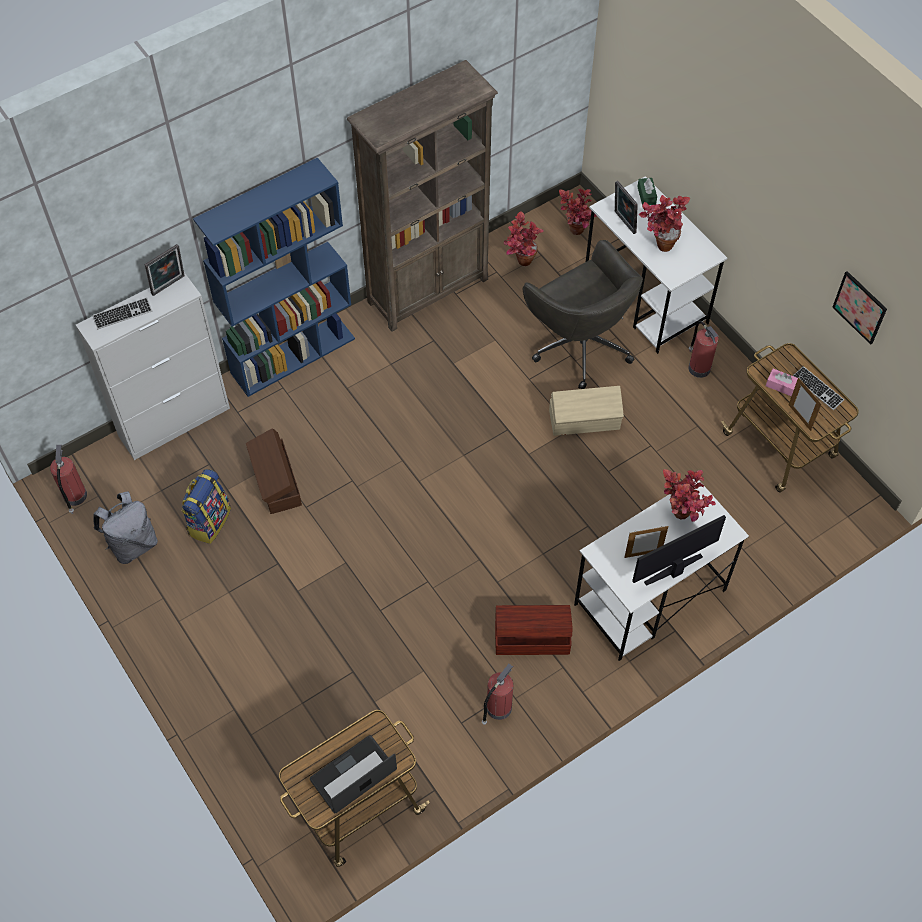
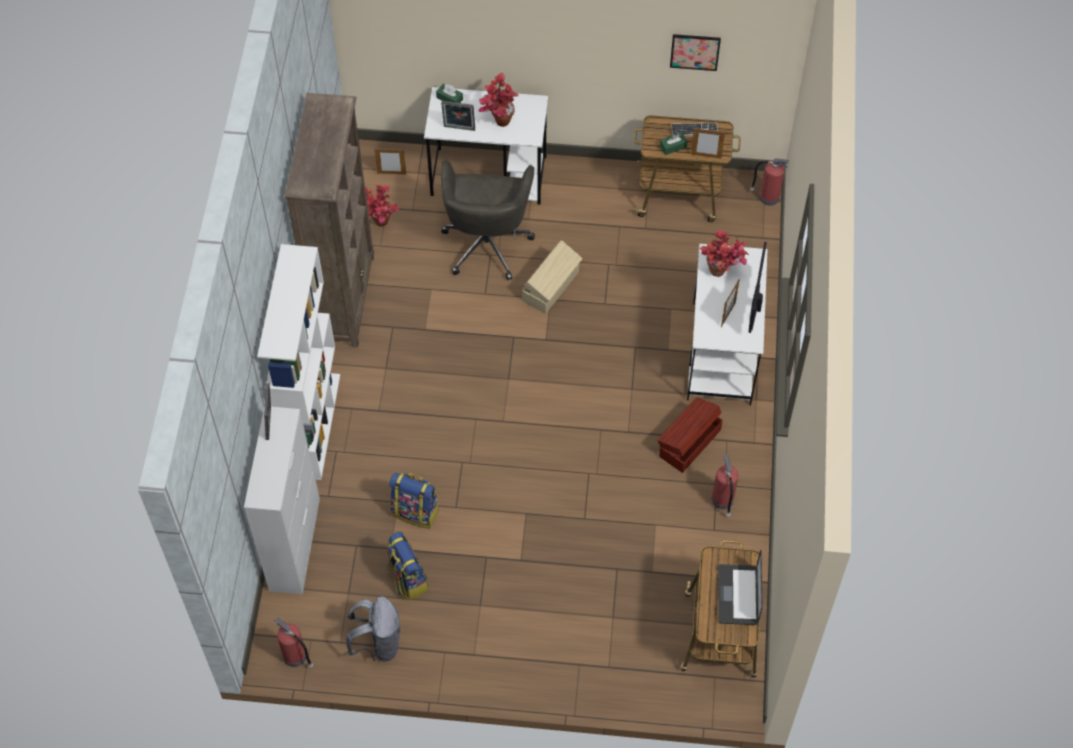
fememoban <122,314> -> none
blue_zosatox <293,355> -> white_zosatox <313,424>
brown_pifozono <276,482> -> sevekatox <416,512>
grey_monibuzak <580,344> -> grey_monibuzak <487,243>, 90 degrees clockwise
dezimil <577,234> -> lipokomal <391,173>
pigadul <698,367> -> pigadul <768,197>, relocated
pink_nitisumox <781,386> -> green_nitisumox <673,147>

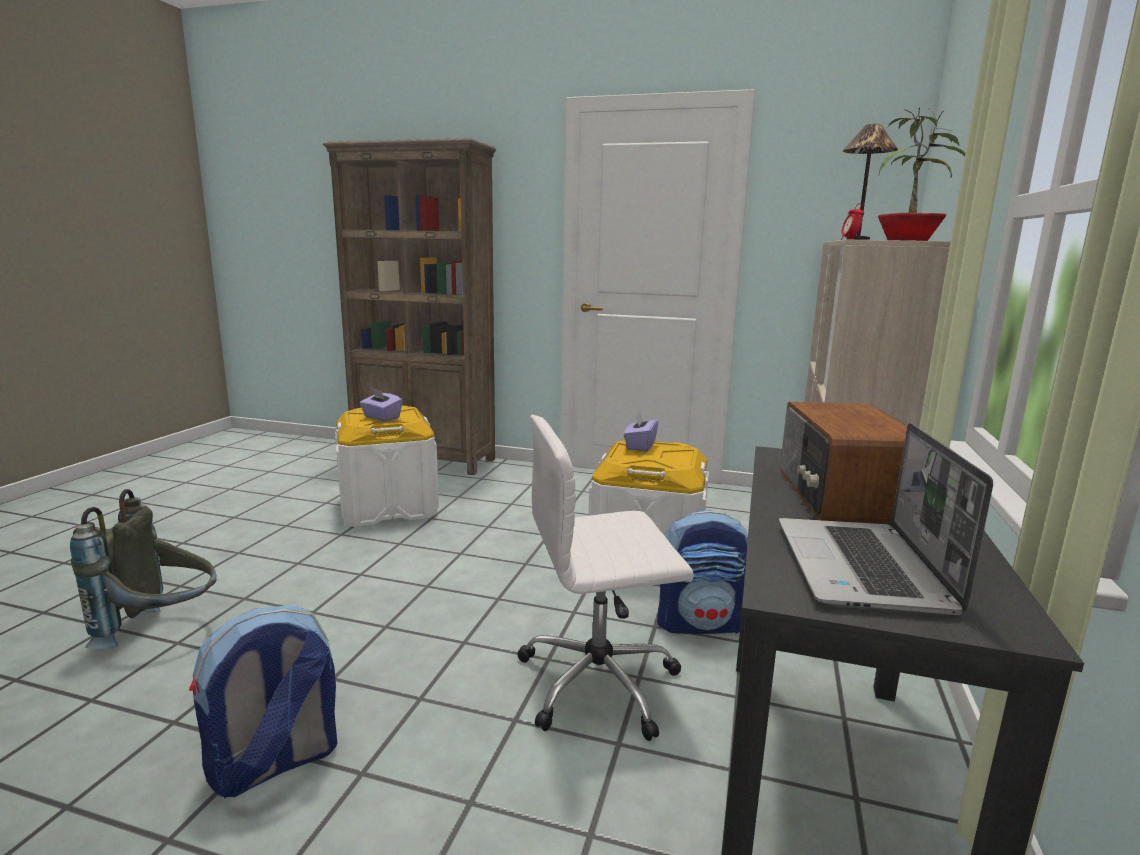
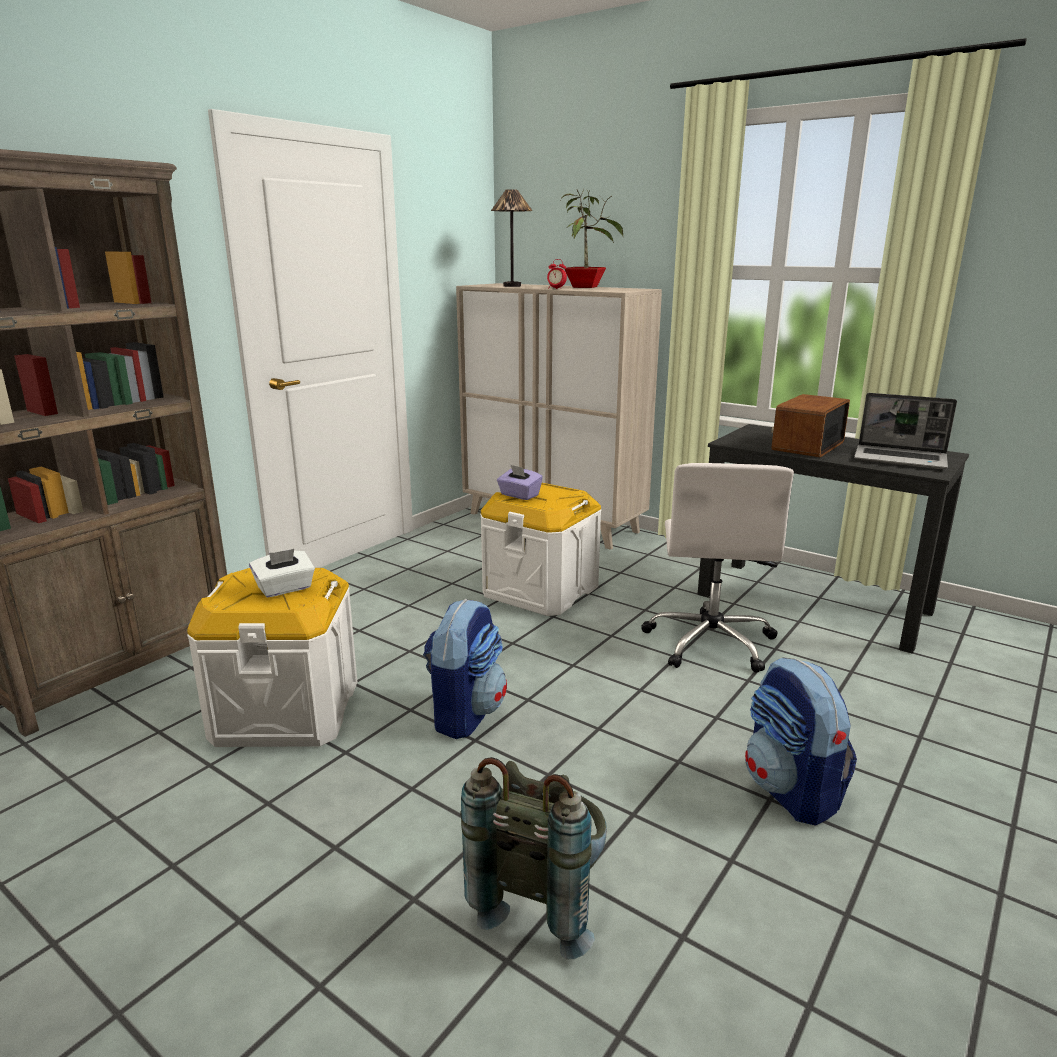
purple_nitisumox <381,417> -> white_nitisumox <285,589>
sevekatox <700,623> -> sevekatox <465,713>, relocated
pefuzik <838,496> -> pefuzik <806,446>, 105 degrees clockwise

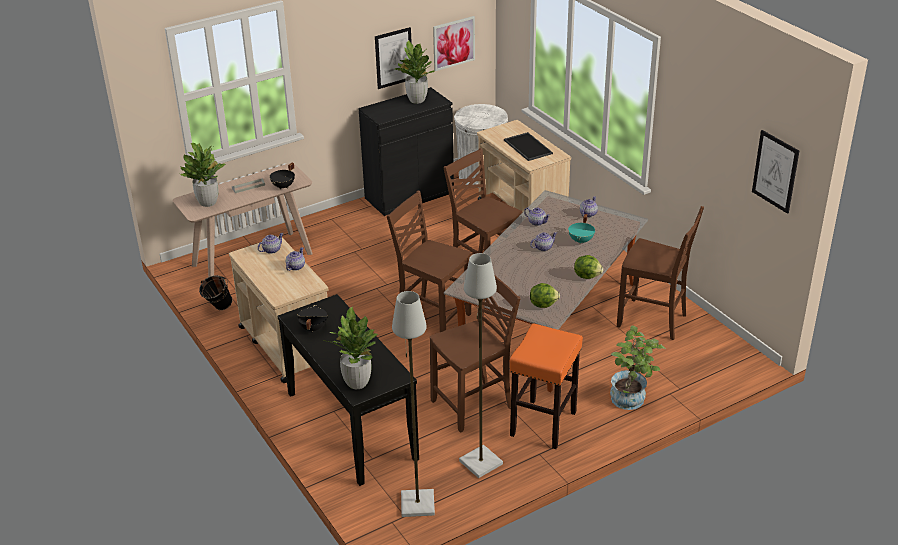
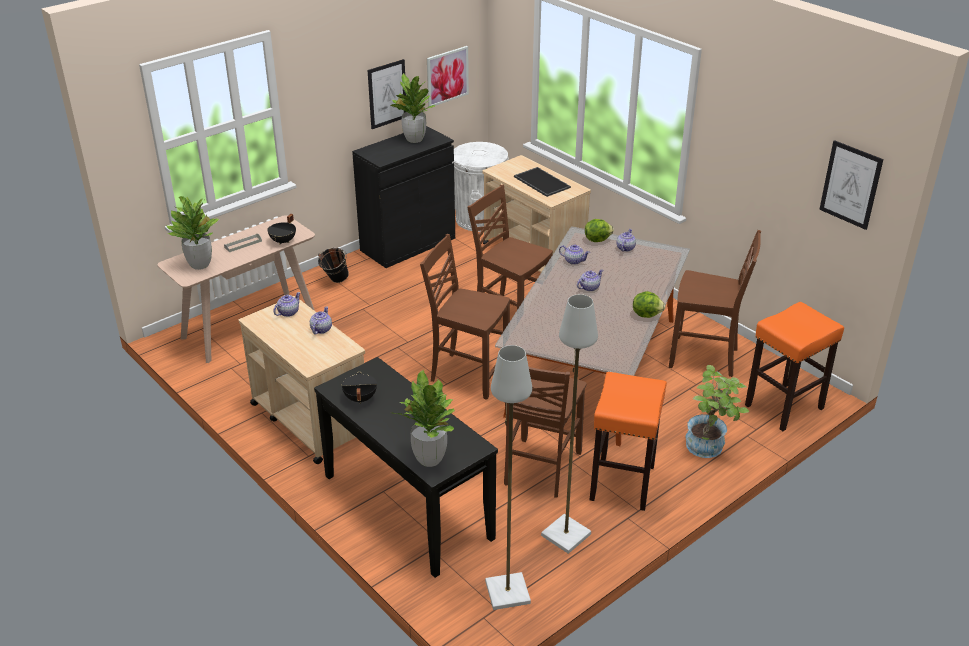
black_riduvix <218,308> -> black_riduvix <335,281>, relocated
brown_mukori <474,405> -> brown_mukori <540,469>, 150 degrees clockwise
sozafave <543,304> -> sozafave <597,239>, relocated
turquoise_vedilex <581,240> -> none
none -> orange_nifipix <783,407>

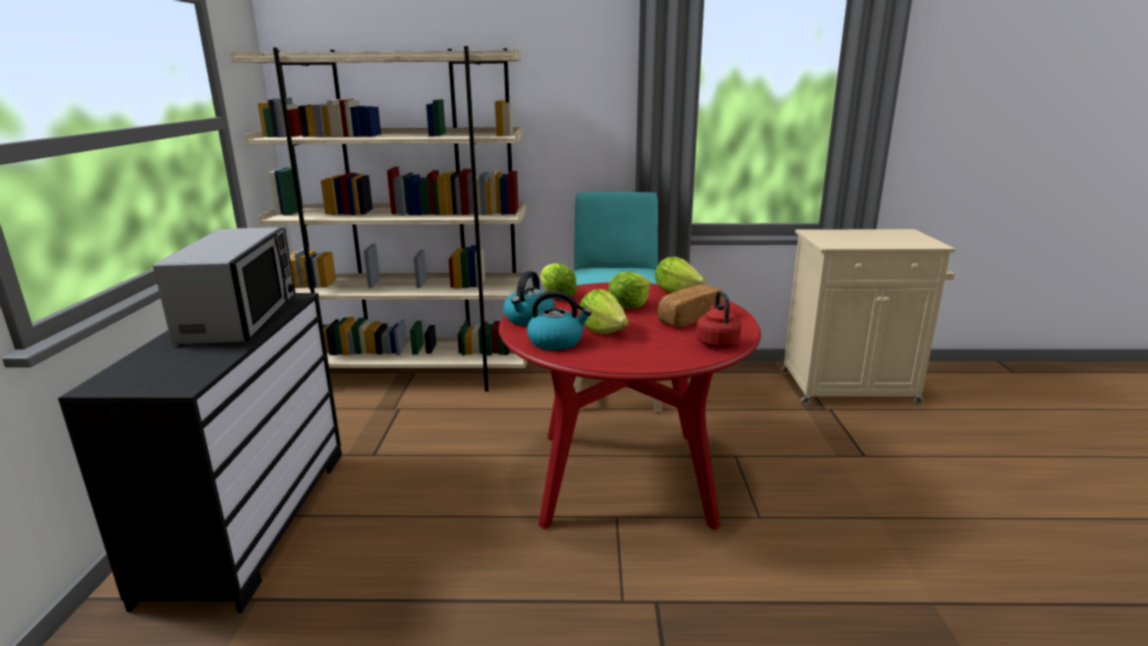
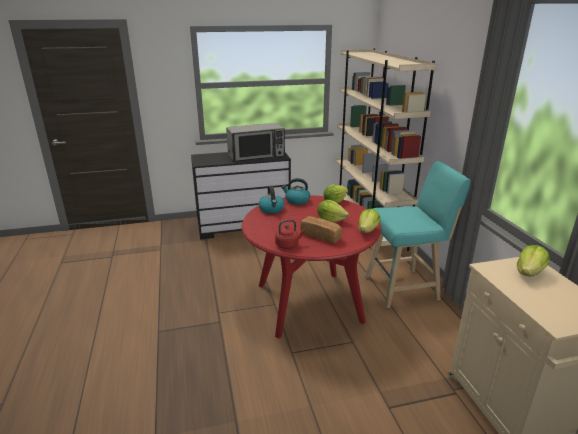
sozafave <603,330> -> sozafave <529,273>, relocated

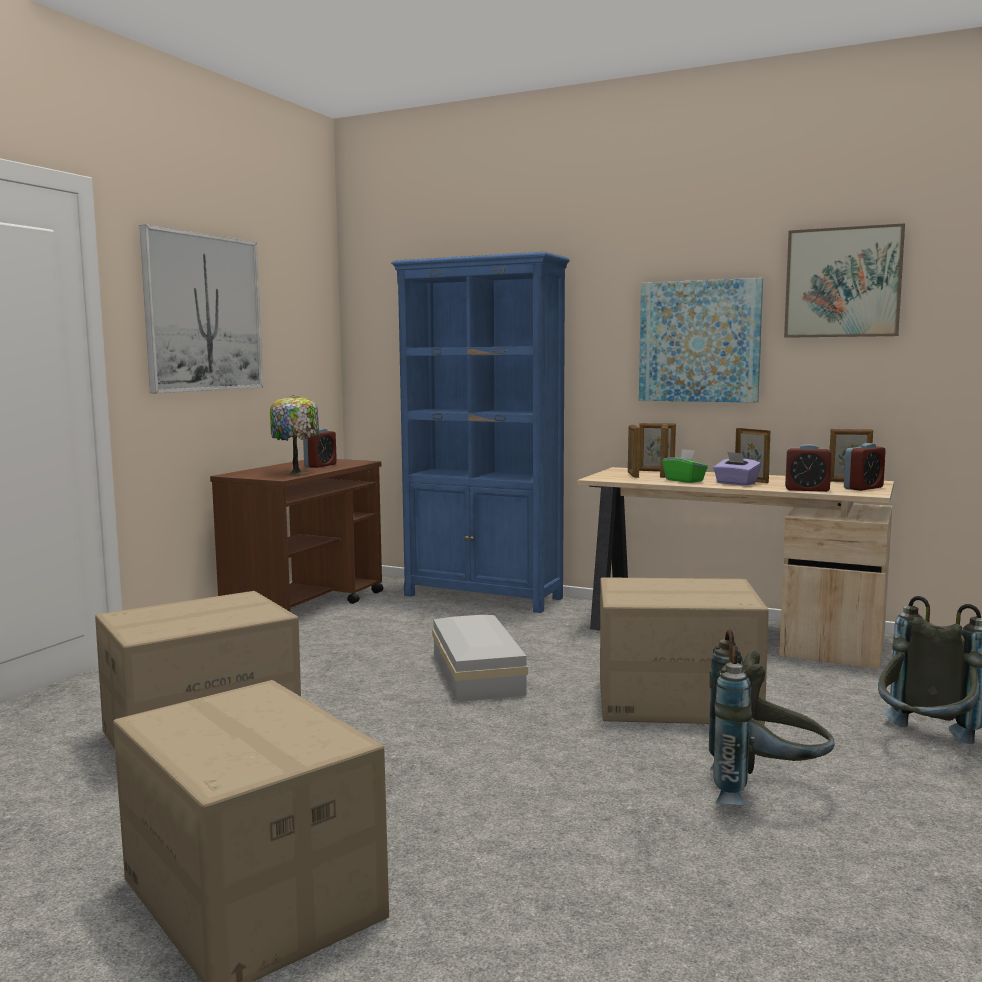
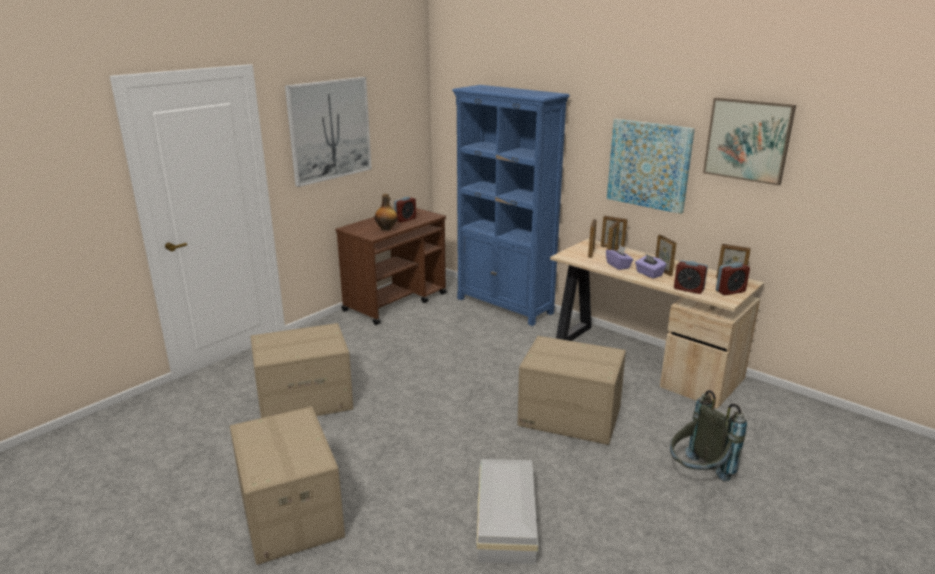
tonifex <297,472> -> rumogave <386,229>
white_pifozono <478,672> -> white_pifozono <507,518>, relocated
green_nitisumox <684,480> -> purple_nitisumox <618,265>
grey_sevekatox <764,792> -> none

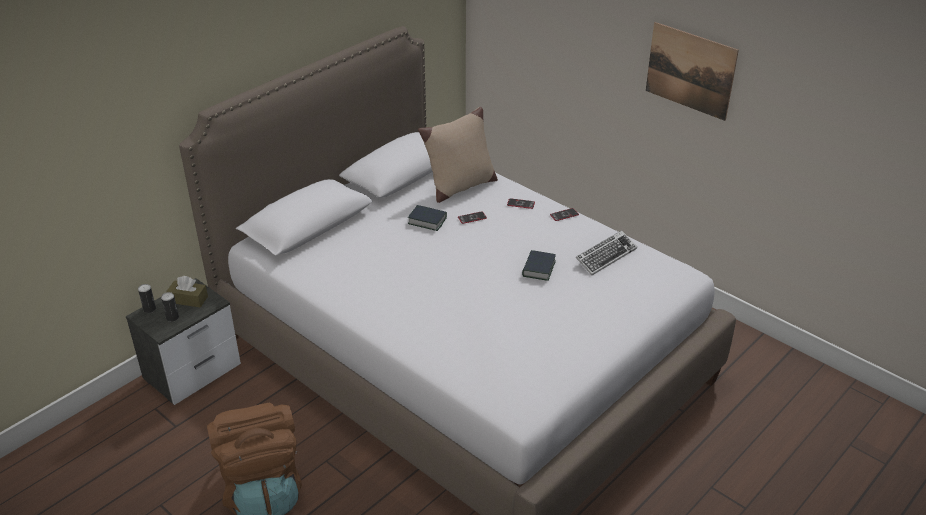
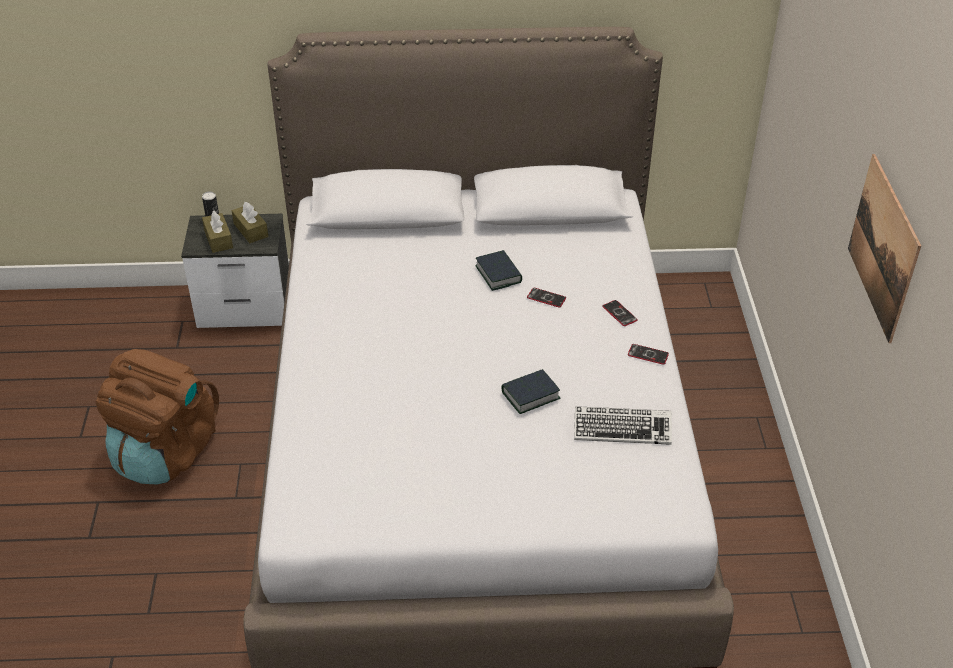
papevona <172,318> -> brown_nitisumox <218,239>
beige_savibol <459,187> -> none

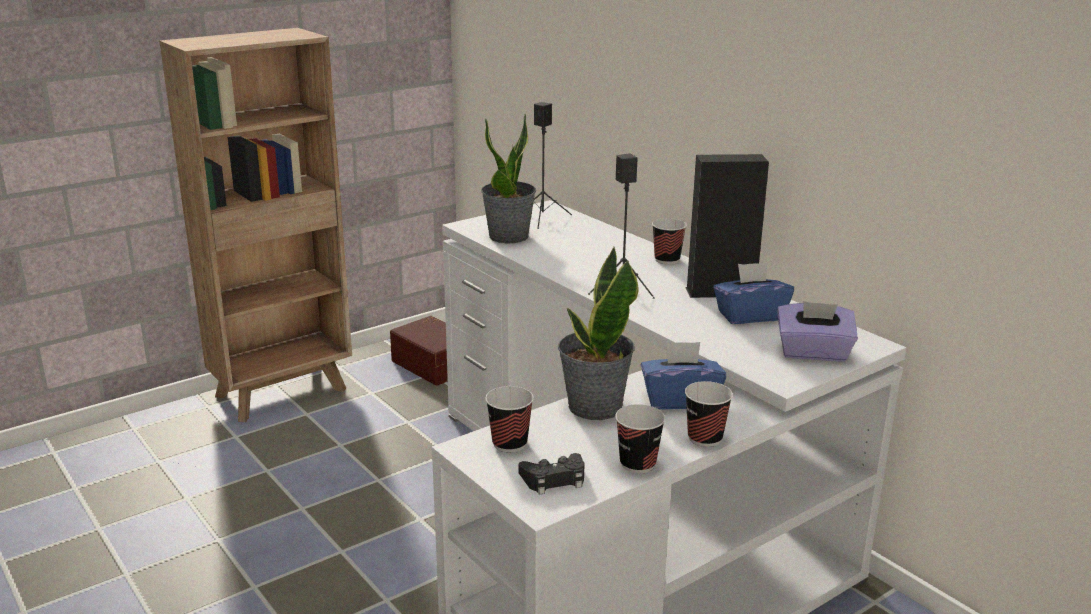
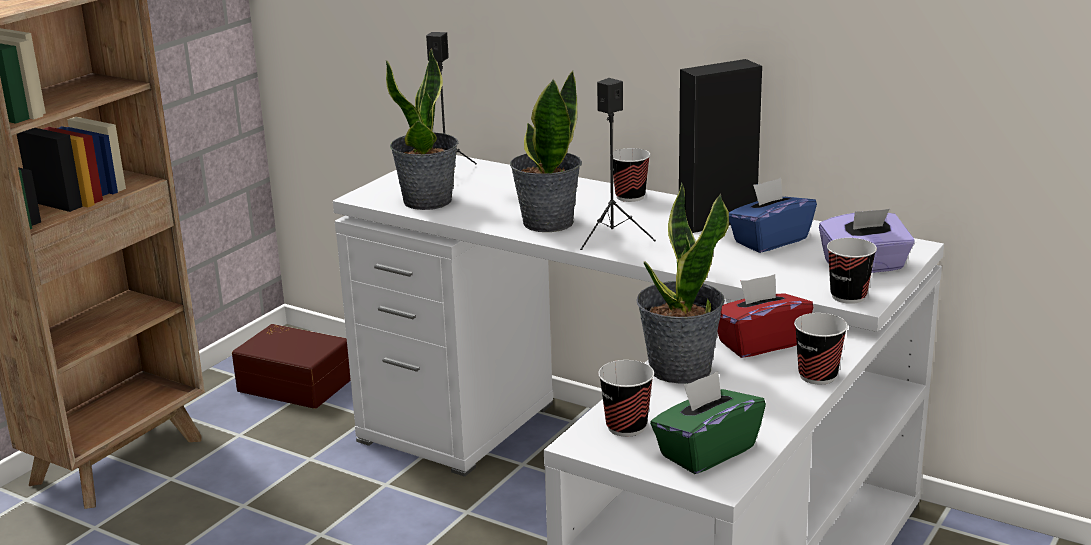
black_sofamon <554,479> -> green_nitisumox <706,451>
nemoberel <637,464> -> nemoberel <848,296>, relocated
blue_nitisumox <680,400> -> red_nitisumox <759,343>
none -> dezimil <547,222>

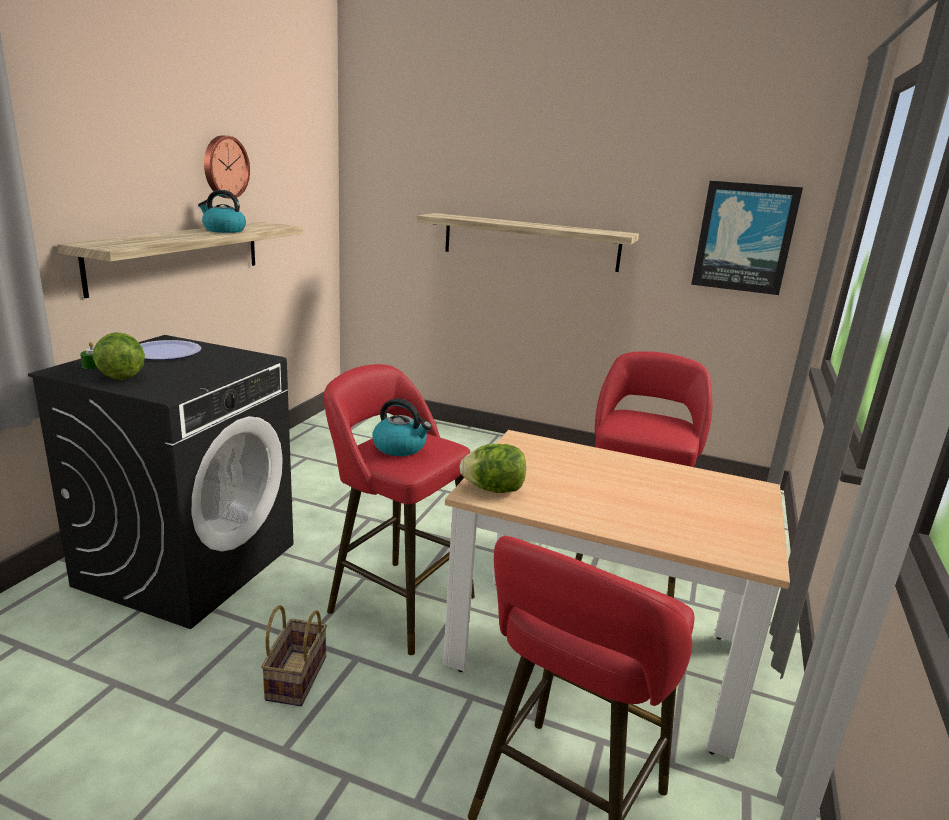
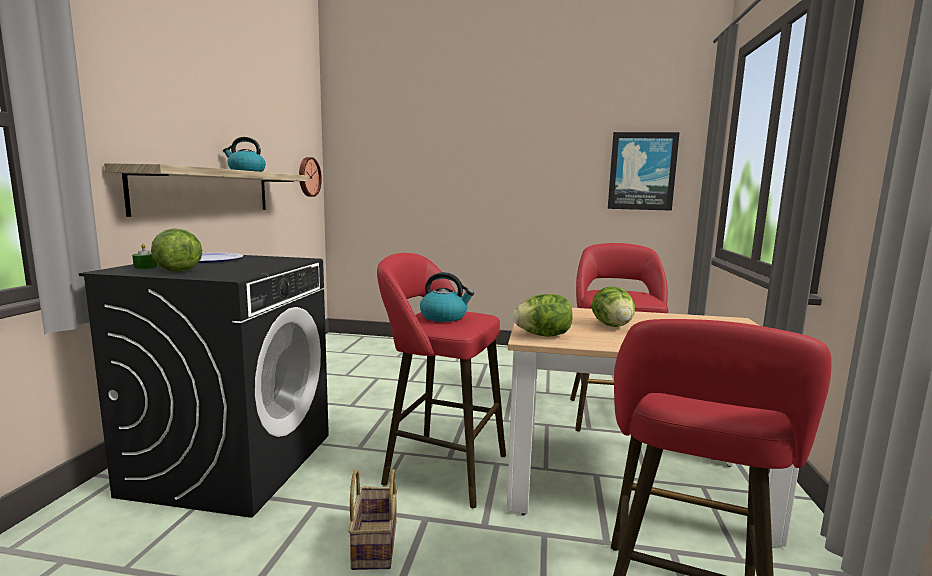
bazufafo <224,167> -> bazufafo <308,177>, relocated
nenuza <530,242> -> none
none -> sozafave <612,326>

